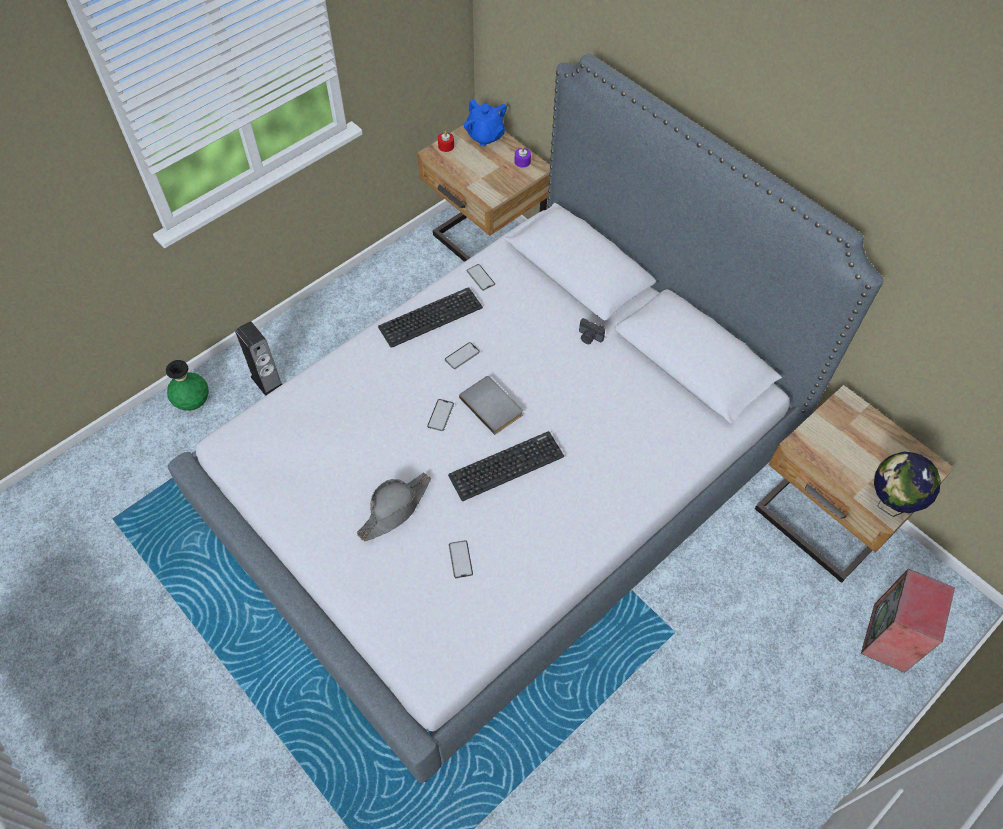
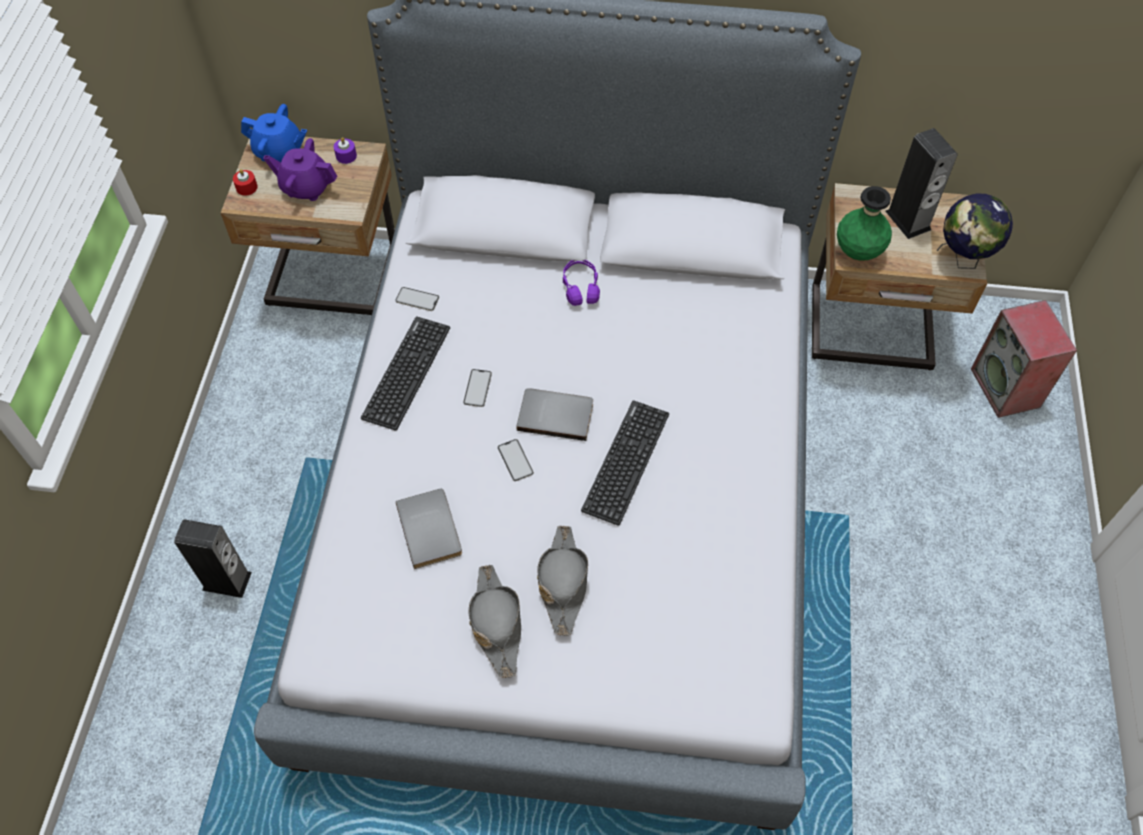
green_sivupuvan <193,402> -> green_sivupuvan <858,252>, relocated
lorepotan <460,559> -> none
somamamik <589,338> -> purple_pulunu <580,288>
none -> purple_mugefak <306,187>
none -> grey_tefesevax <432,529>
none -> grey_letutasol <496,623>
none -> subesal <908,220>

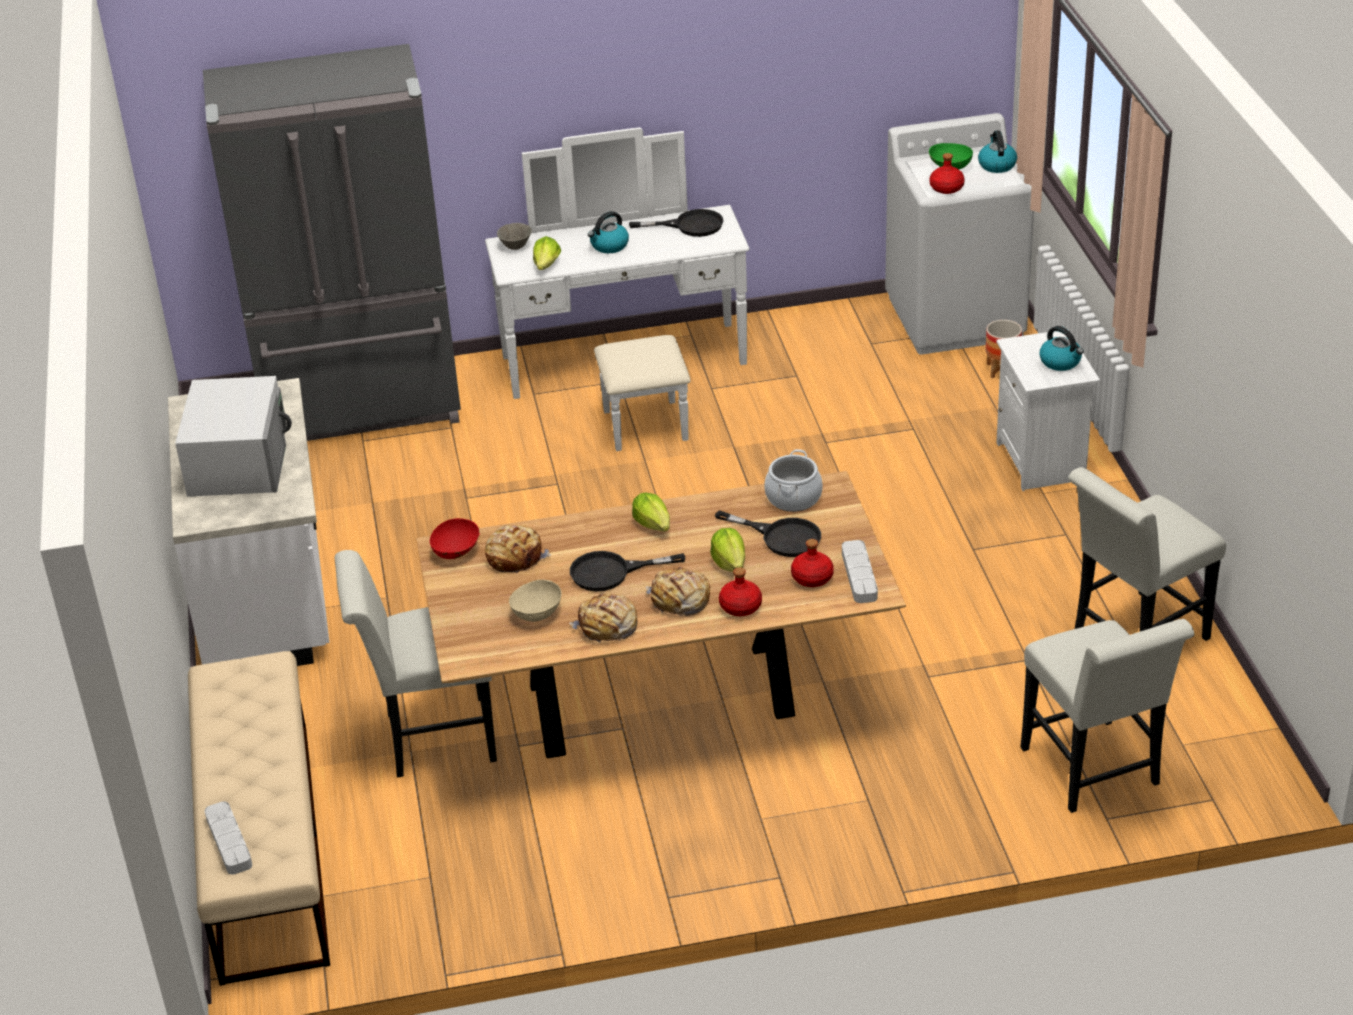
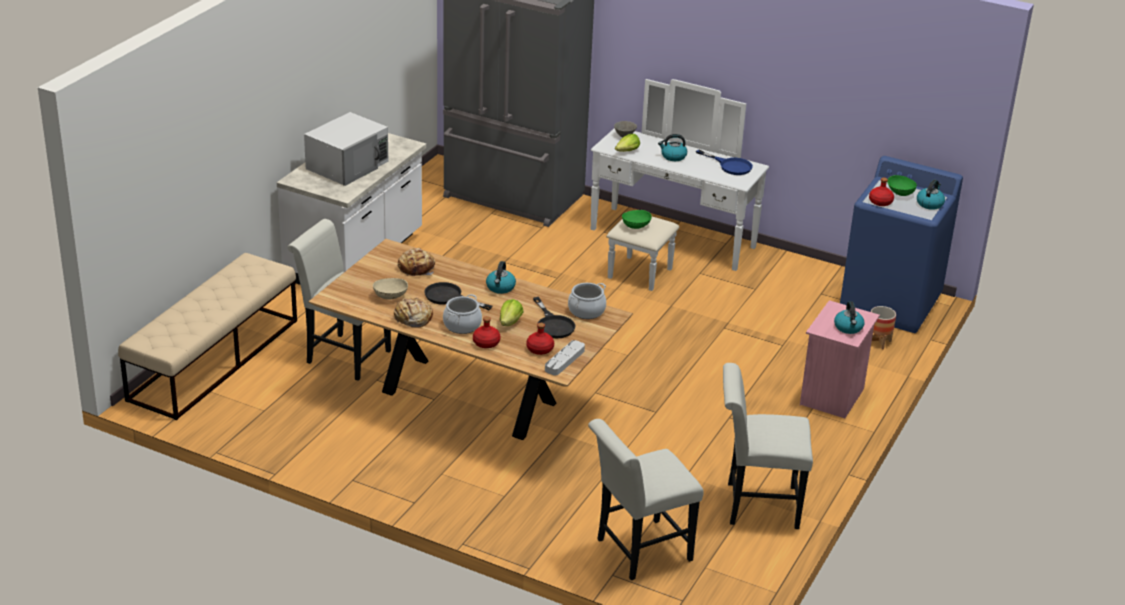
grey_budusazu <229,841> -> none
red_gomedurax <456,552> -> none
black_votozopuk <689,225> -> blue_votozopuk <730,166>
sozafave <653,524> -> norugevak <500,288>
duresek <680,600> -> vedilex <462,325>
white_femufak <956,317> -> blue_femufak <890,304>
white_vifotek <1042,461> -> pink_vifotek <833,397>
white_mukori <1095,772> -> white_mukori <638,552>, 45 degrees clockwise
none -> green_gomedurax <636,226>

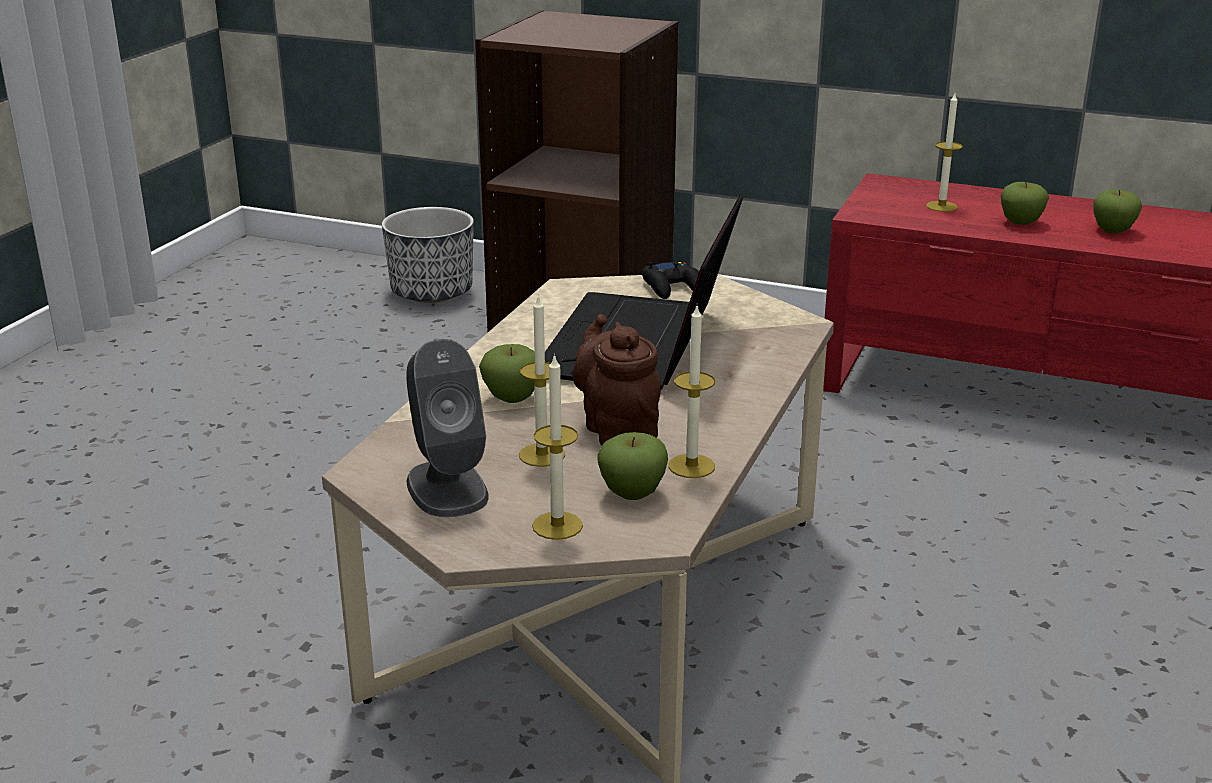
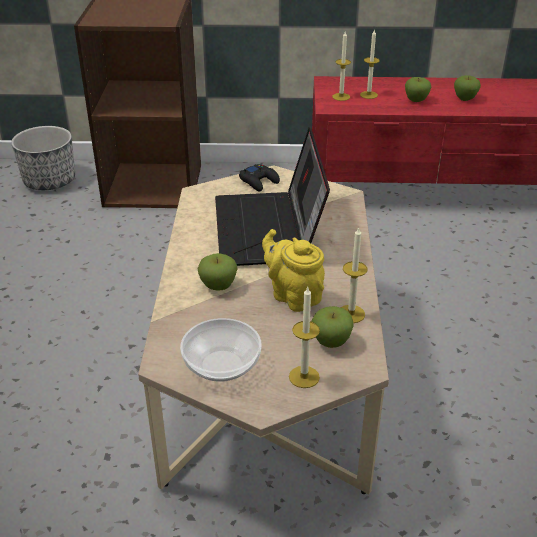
grey_subesal <446,488> -> gomedurax <222,364>
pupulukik <542,455> -> pupulukik <341,97>, relocated
brown_mugefak <617,429> -> yellow_mugefak <293,296>

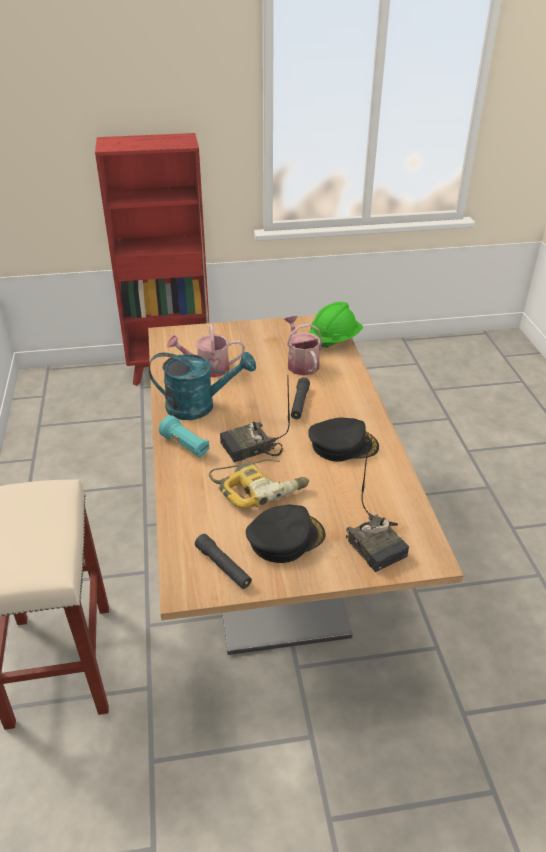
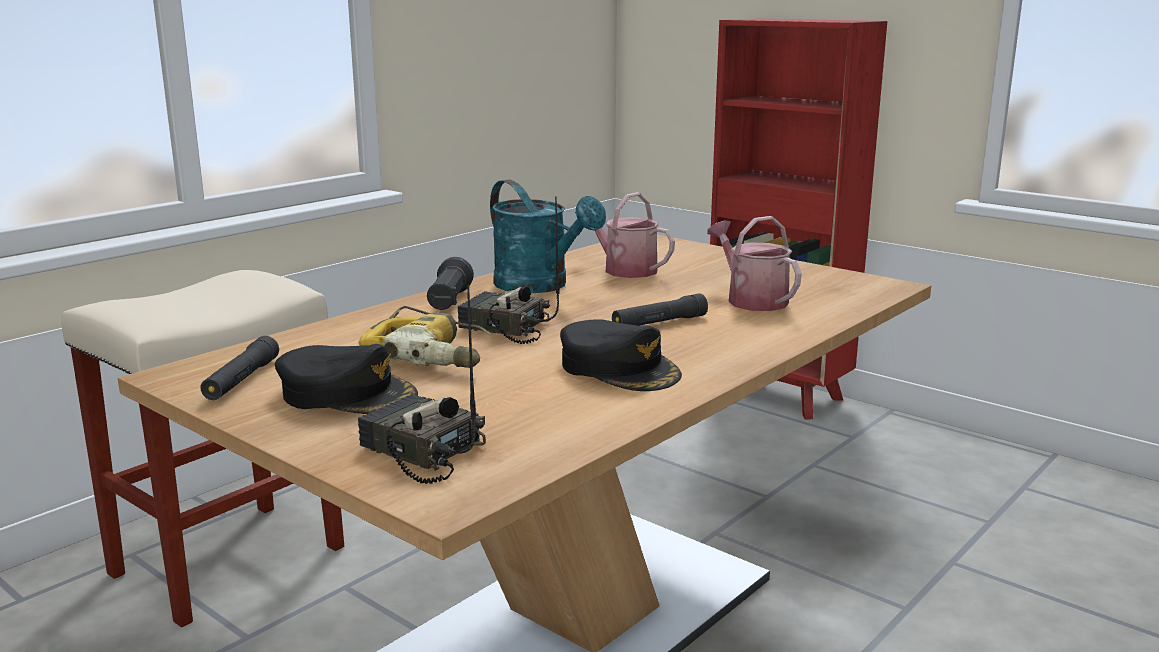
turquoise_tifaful <185,446> -> black_tifaful <449,302>
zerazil <301,363> -> zerazil <751,299>, 60 degrees counterclockwise
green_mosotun <334,339> -> none
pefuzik <378,545> -> pefuzik <420,452>, 105 degrees clockwise

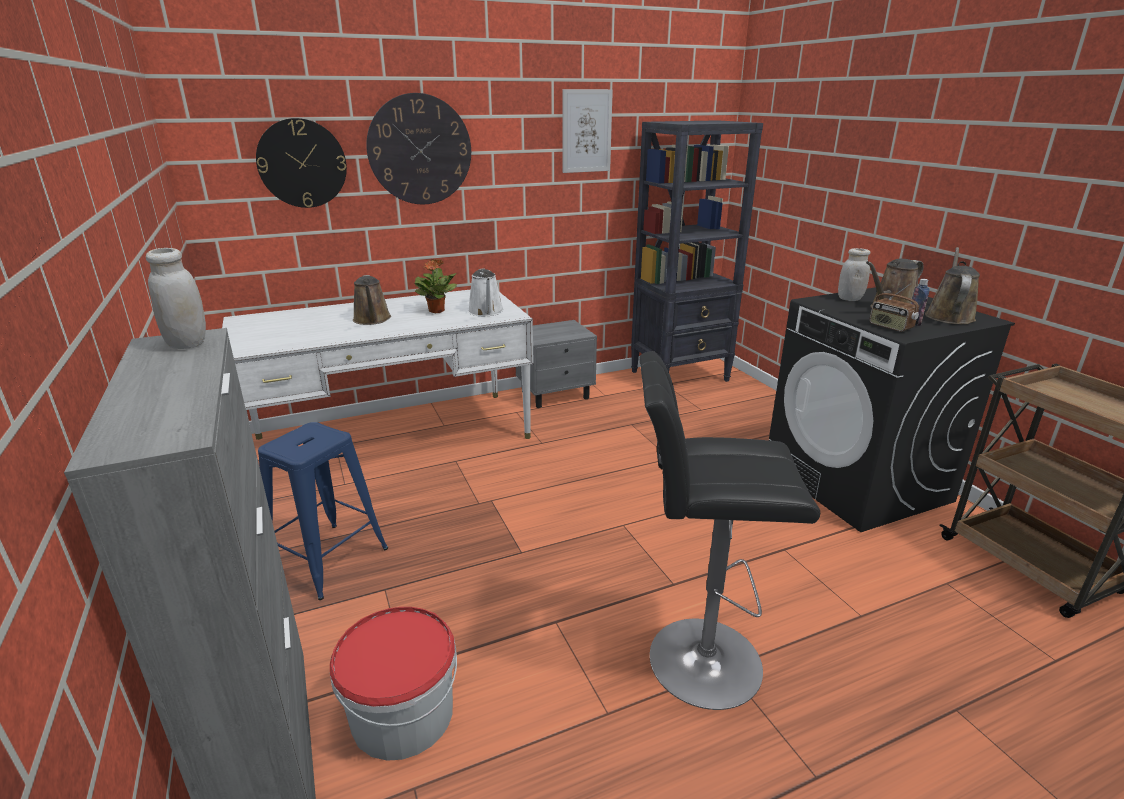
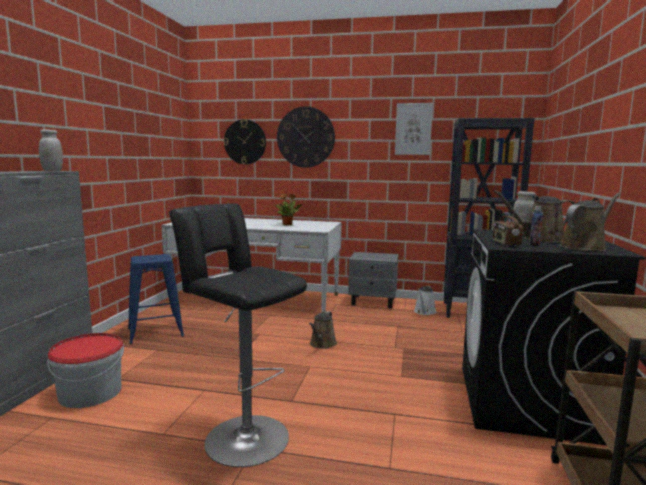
brown_zerazil <372,320> -> brown_zerazil <322,344>, relocated
white_zerazil <486,312> -> white_zerazil <424,312>, relocated

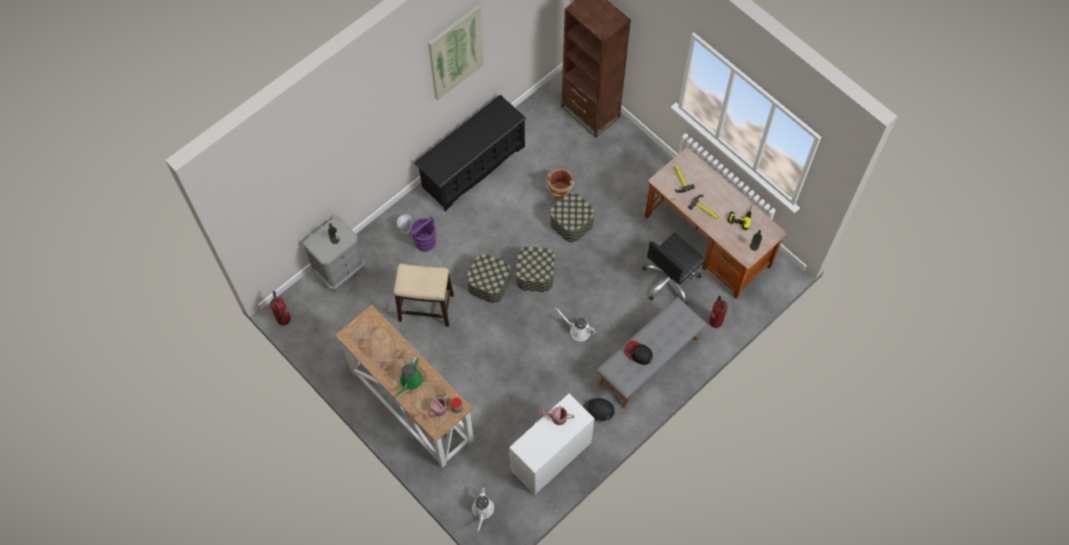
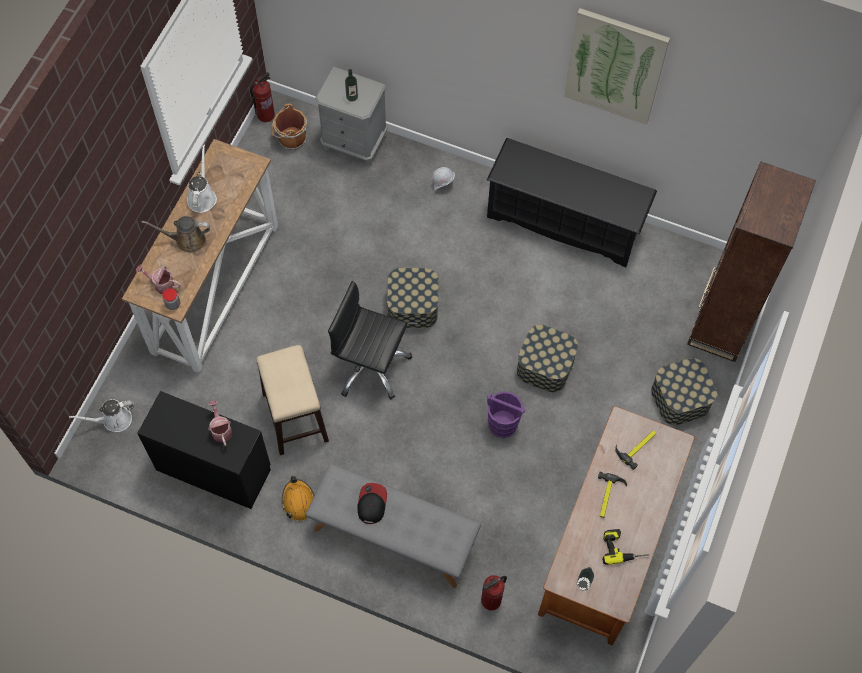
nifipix <425,307> -> nifipix <295,416>, relocated
green_zerazil <410,381> -> brown_zerazil <187,240>
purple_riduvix <425,242> -> purple_riduvix <503,424>, relocated
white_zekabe <550,456> -> black_zekabe <213,468>
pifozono <535,274> -> pifozono <680,398>, relocated
brown_riduvix <560,192> -> brown_riduvix <291,139>, relocated
white_zerazil <577,330> -> white_zerazil <202,197>, relocated
black_mosotun <599,410> -> orange_mosotun <298,501>
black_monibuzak <670,280> -> black_monibuzak <370,366>, relocated

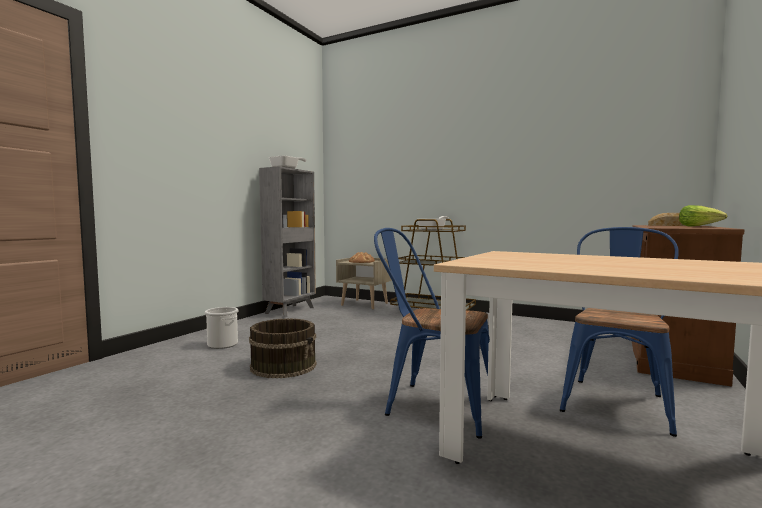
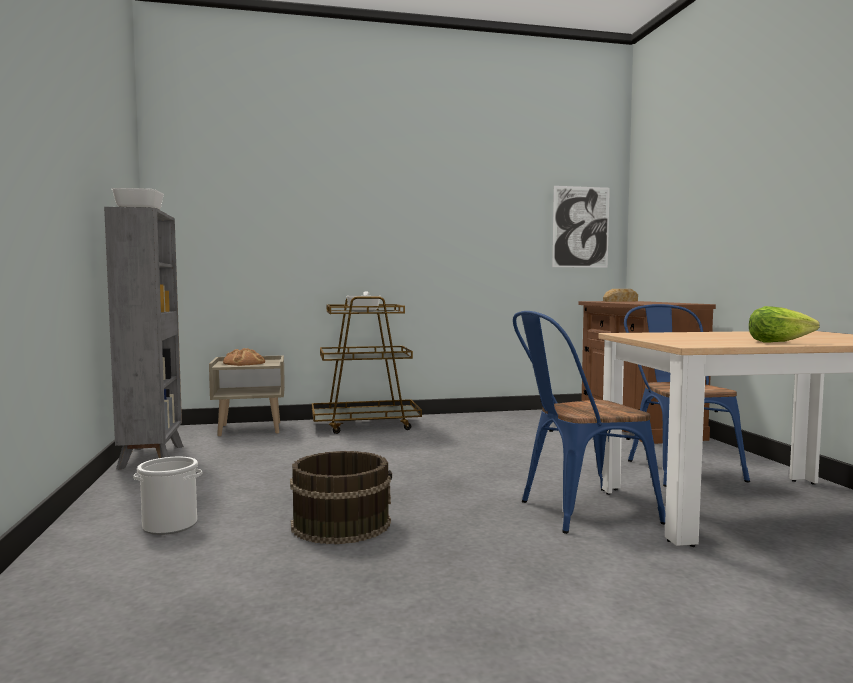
sozafave <699,226> -> sozafave <778,342>, relocated
none -> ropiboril <581,227>

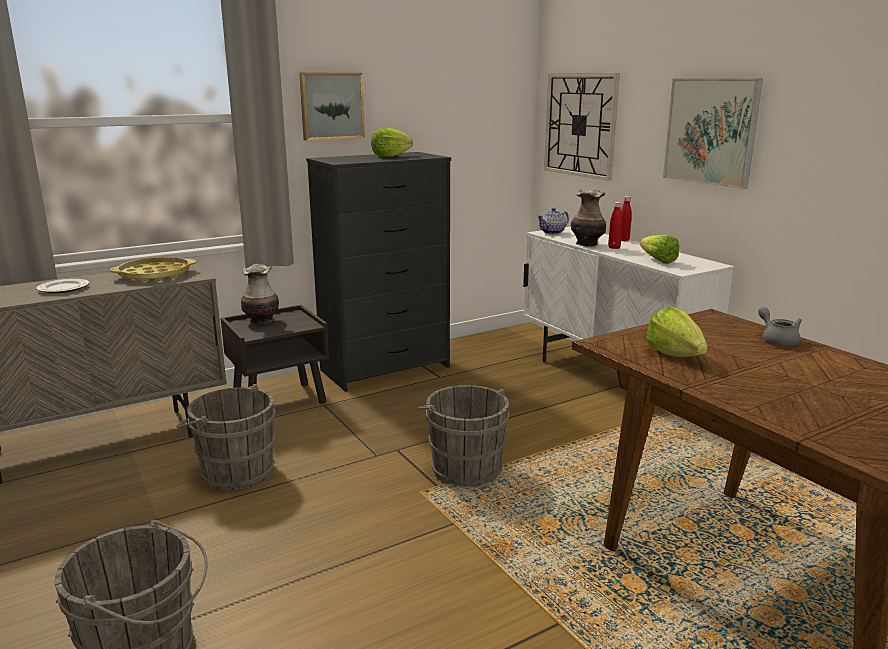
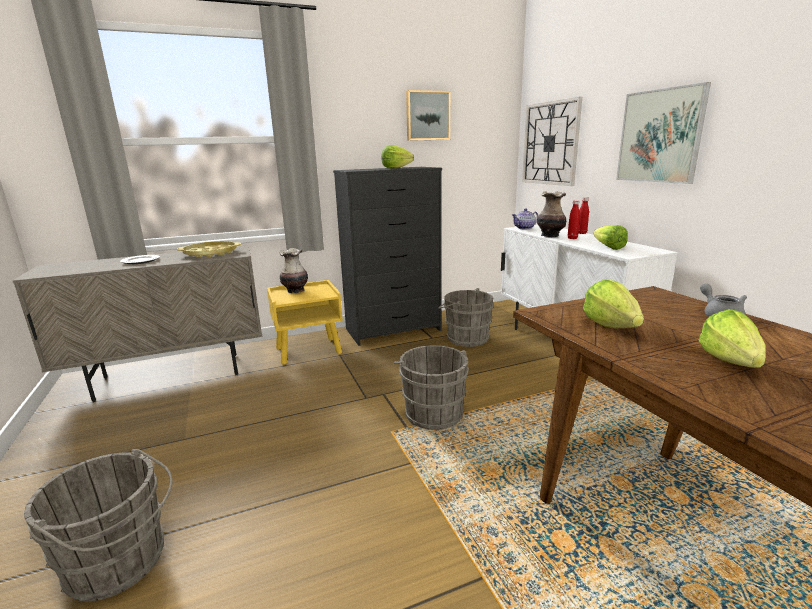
grey_riduvix <234,471> -> grey_riduvix <465,338>, relocated
brown_vifotek <280,401> -> yellow_vifotek <309,351>
ropiboril <331,106> -> ropiboril <427,116>, relocated
none -> sozafave <731,365>

